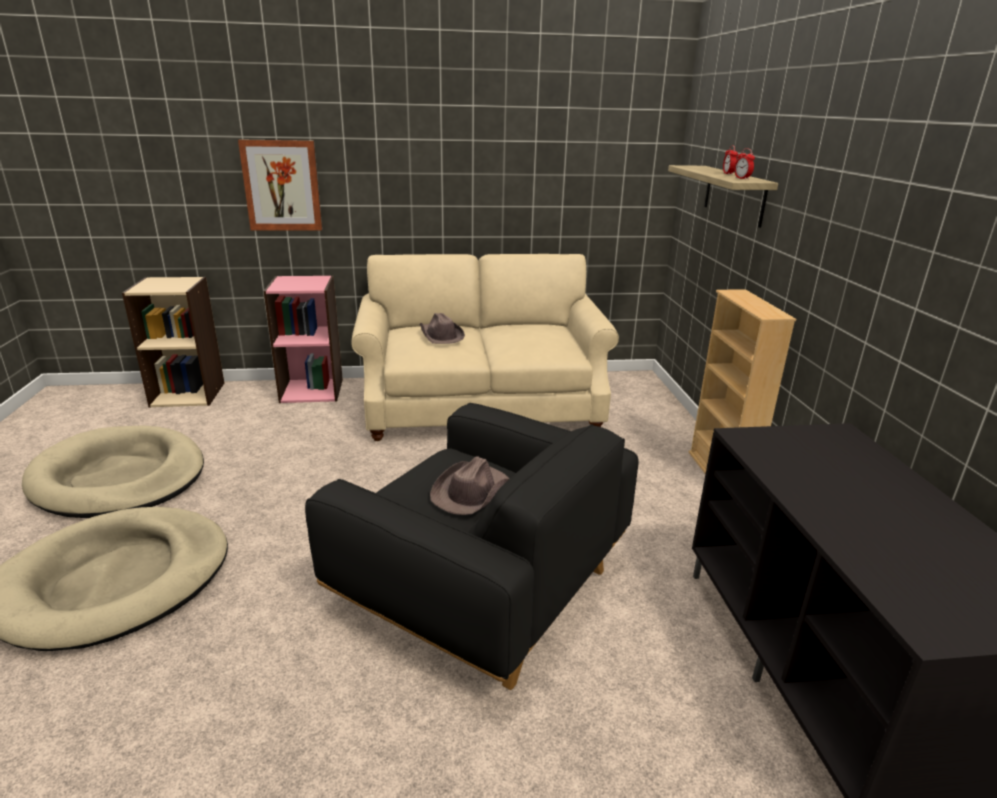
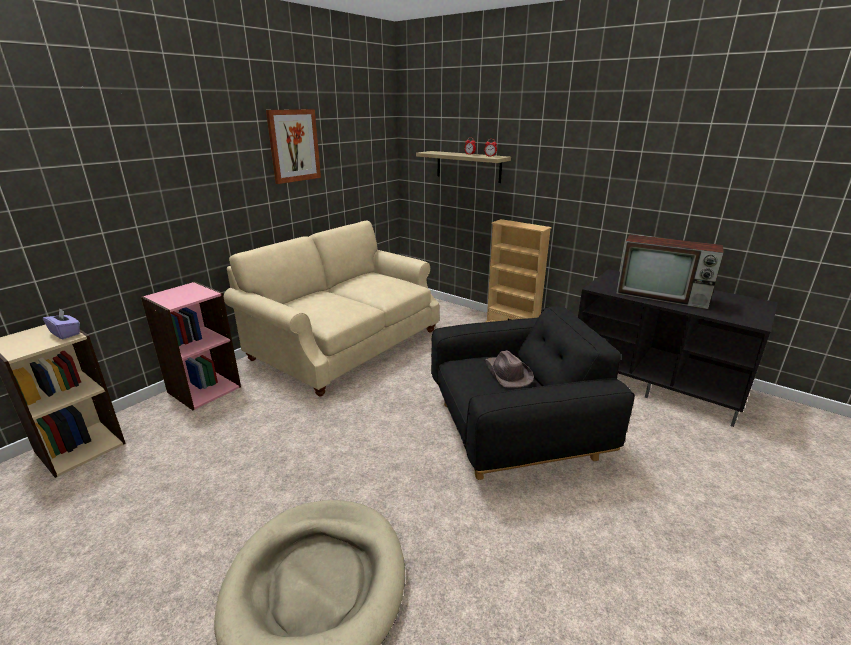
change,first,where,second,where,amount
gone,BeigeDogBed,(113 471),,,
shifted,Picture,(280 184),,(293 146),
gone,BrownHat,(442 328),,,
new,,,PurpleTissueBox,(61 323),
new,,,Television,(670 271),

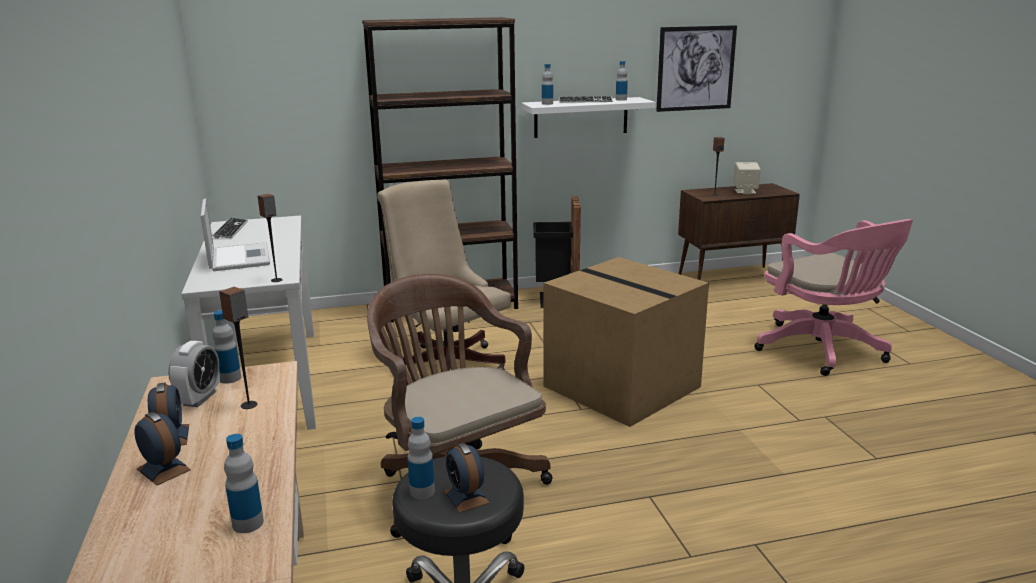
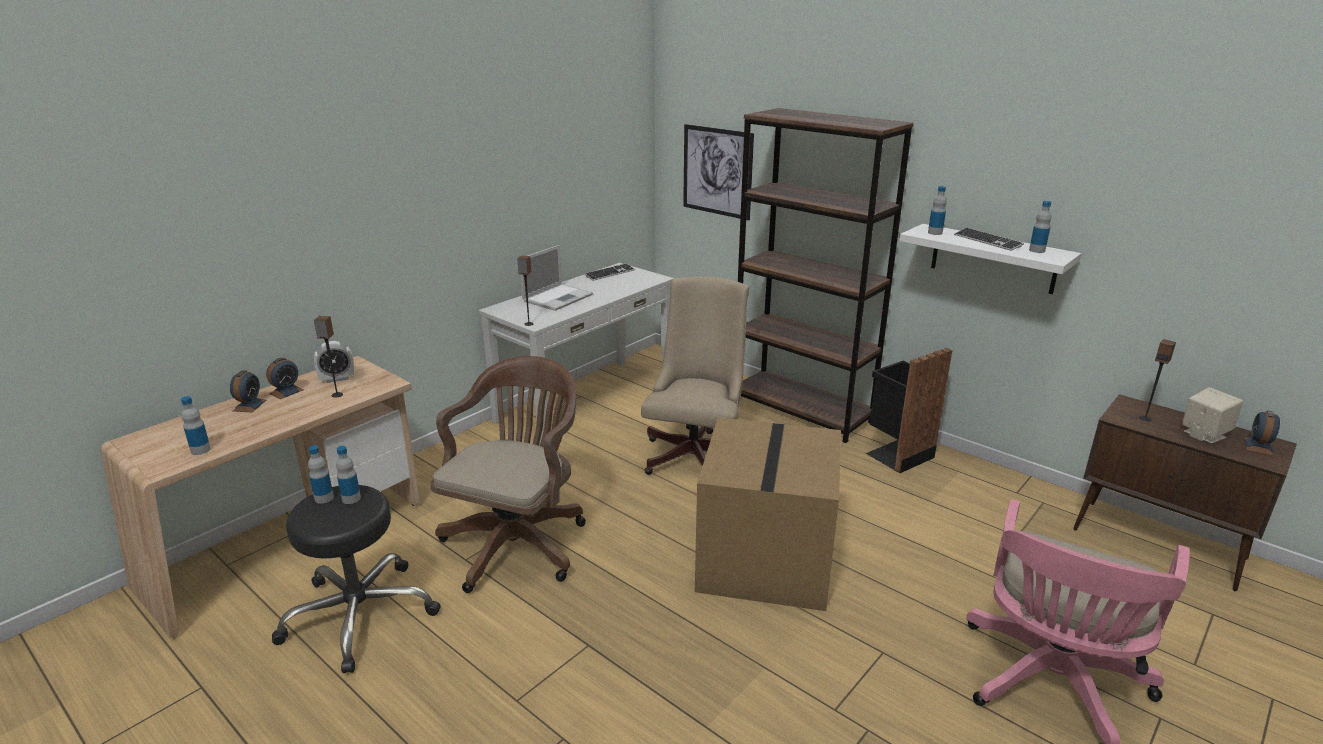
change,first,where,second,where,amount
shifted,Bottle,(226 347),,(348 475),
shifted,AlarmClock,(466 478),,(1262 433),
shifted,Picture,(696 68),,(718 172),

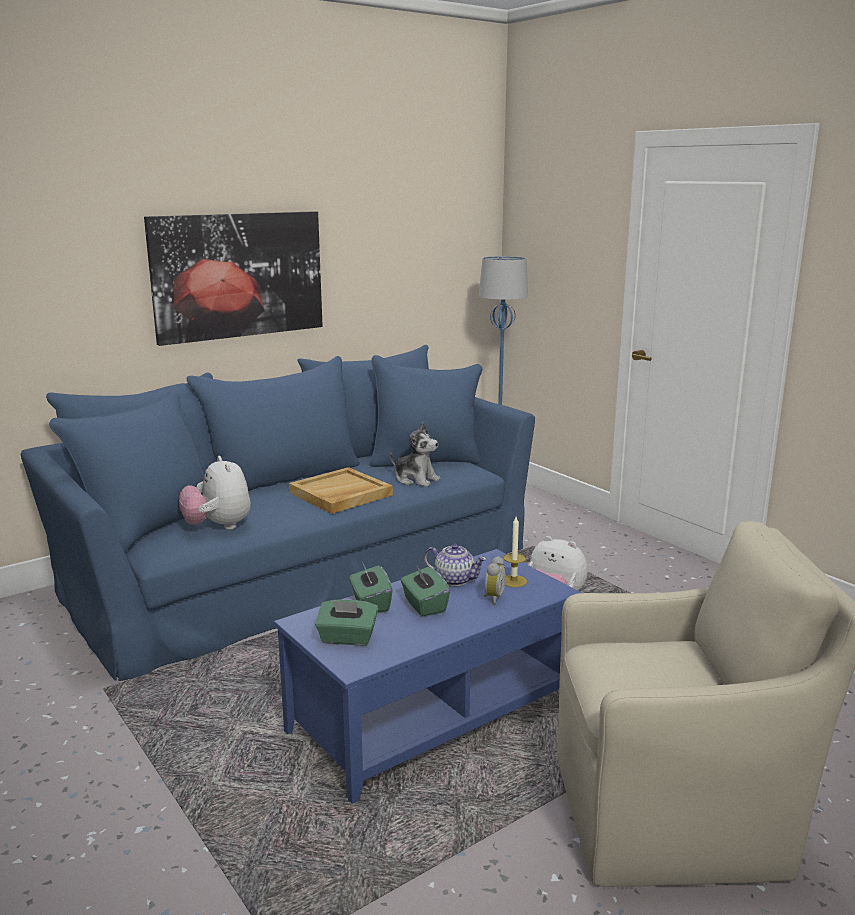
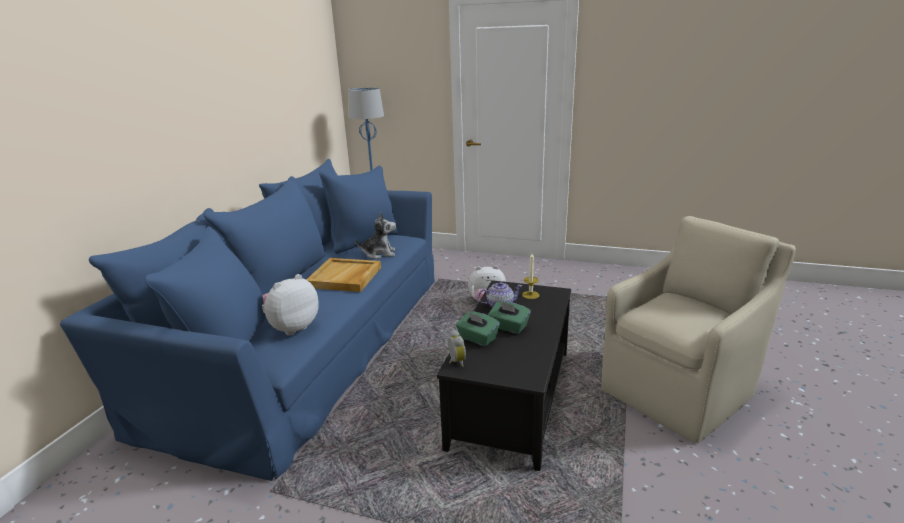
change,first,where,second,where,amount
gone,Picture,(233 278),,,
rotated,PlushToy,(215 493),,(290 305),105 degrees clockwise
repainted,BlueCoffeeTable,(427 676),BlackCoffeeTable,(504 375),
gone,GreenTissueBox,(346 622),,,
shifted,AlarmClock,(495 580),,(457 348),

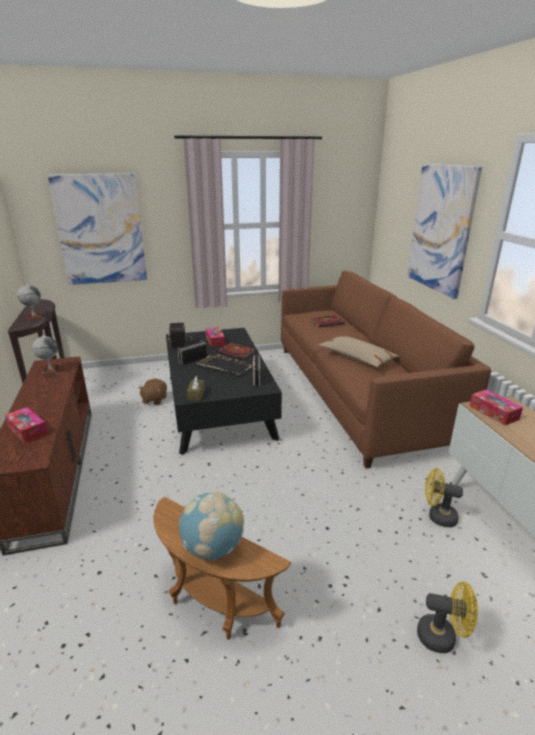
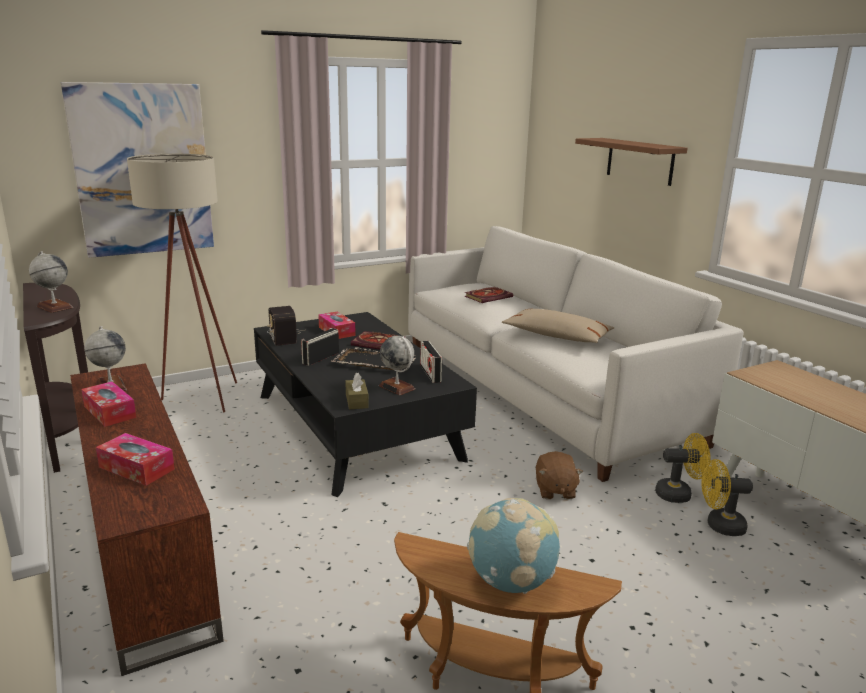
change,first,where,second,where,amount
shifted,BrownPlushToy,(152 392),,(559 475),
repainted,BrownSofa,(386 369),WhiteSofa,(576 354),
swapped,Picture,(444 231),BrownShelf,(631 162),
shifted,YellowFan,(447 617),,(682 468),
shifted,TissueBox,(496 407),,(108 404),
new,,,BeigeFloorLamp,(182 283),
new,,,Globe,(397 365),

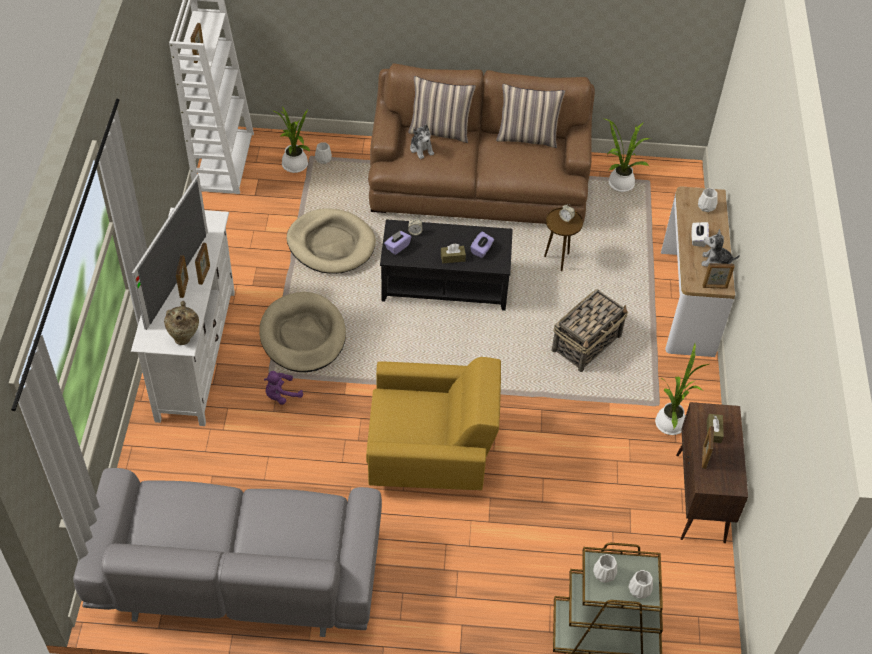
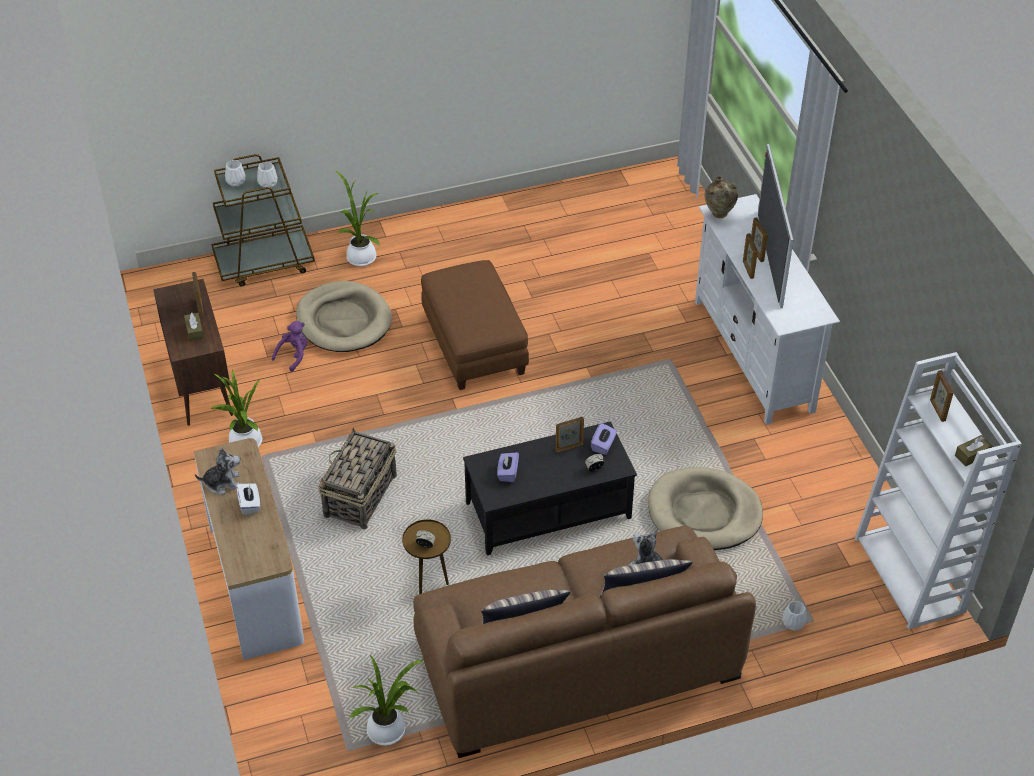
change,first,where,second,where,amount
gone,GreySofa,(227 552),,,
shifted,BeigeDogBed,(302 332),,(344 316),
shifted,PurplePlushToy,(283 388),,(289 346),
shifted,PottedPlant,(291 139),,(358 218),
swapped,YellowArmchair,(433 423),BrownOttoman,(475 325),
shifted,BrownTissueBox,(453 253),,(974 450),
gone,WhiteVase,(708 200),,,
shifted,PictureFrame,(718 276),,(570 434),

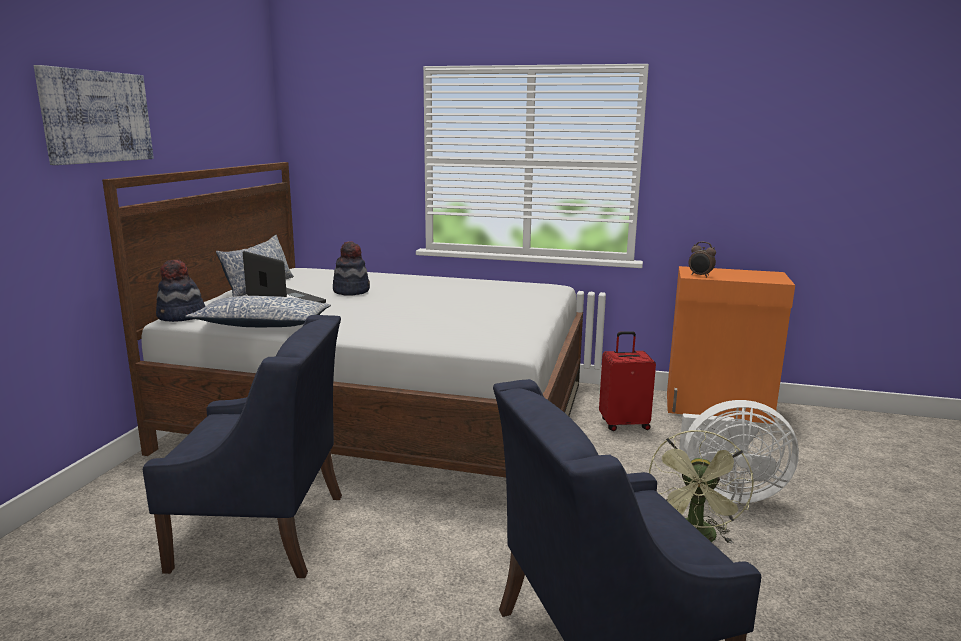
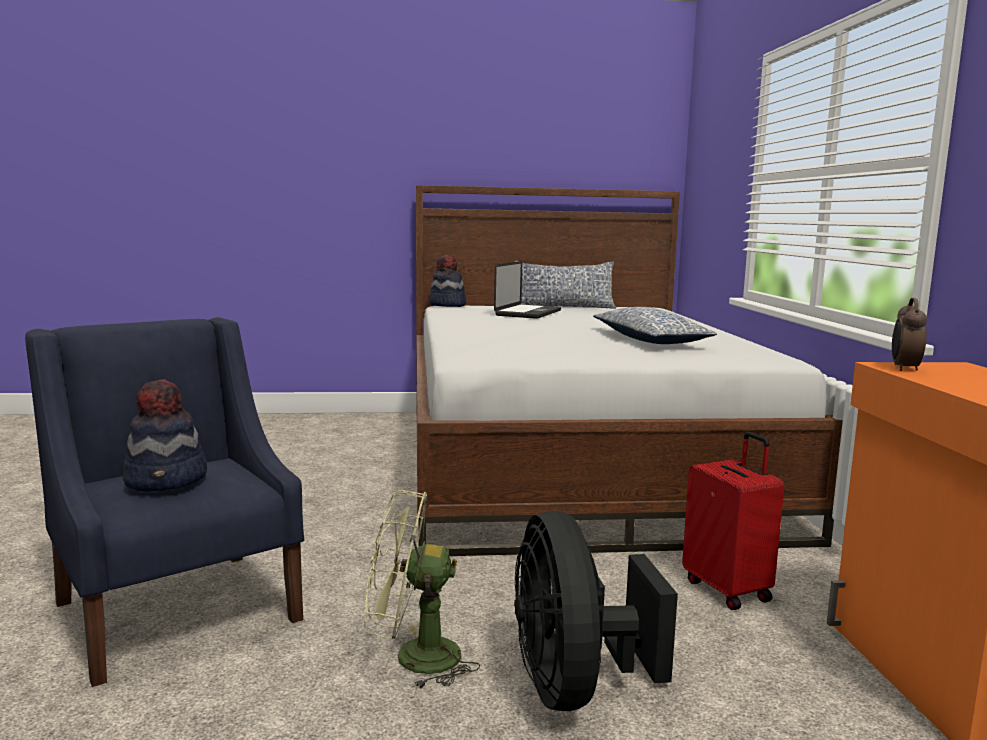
change,first,where,second,where,amount
gone,Picture,(94 115),,,
gone,BlueArmchair,(242 446),,,
shifted,Pillow,(258 311),,(655 325),
shifted,Hat,(351 268),,(165 435),
repainted,WhiteFan,(739 451),BlackFan,(596 611),

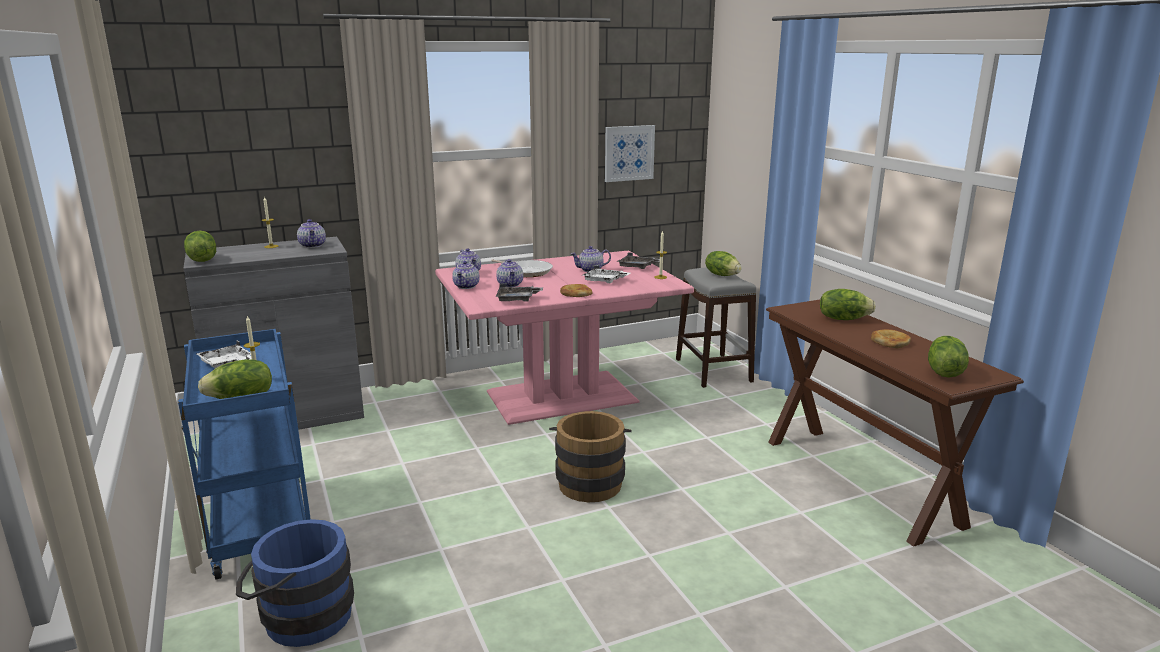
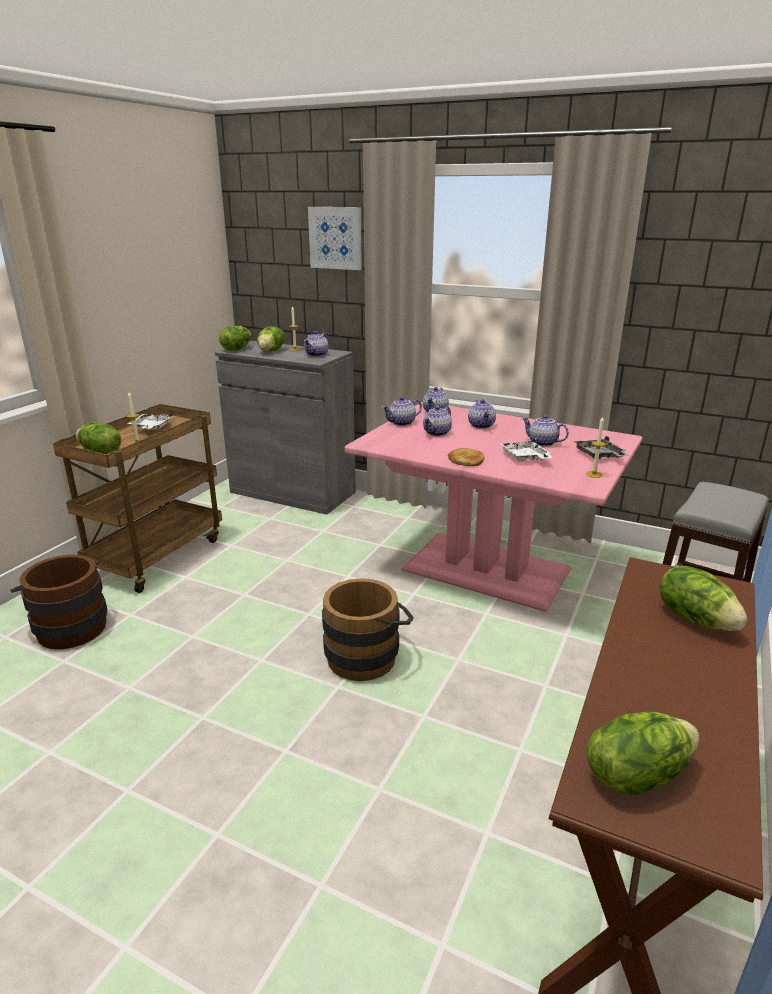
change,first,where,second,where,amount
repainted,BlueCart,(244 454),BrownCart,(137 498),
repainted,BlueBucket,(295 583),BrownBucket,(58 602),
swapped,FryingPan,(522 268),Teapot,(482 414),
gone,GreyTray,(519 293),,,
shifted,Picture,(630 153),,(335 238),
shifted,Lettuce,(723 263),,(271 339),
gone,Bread,(891 338),,,

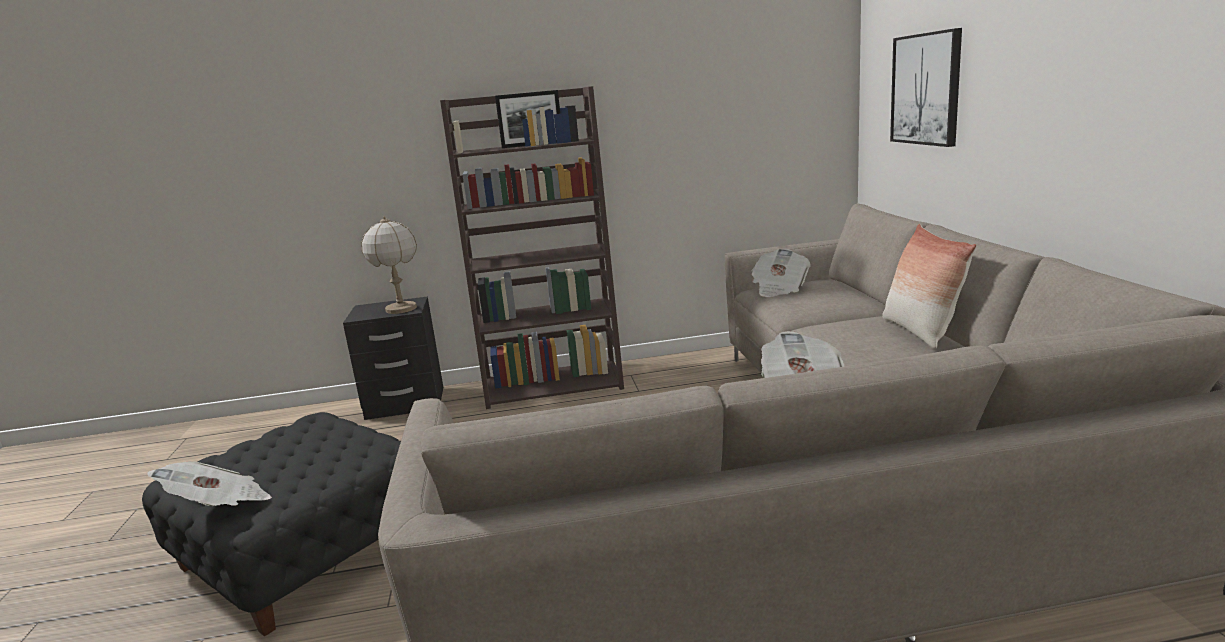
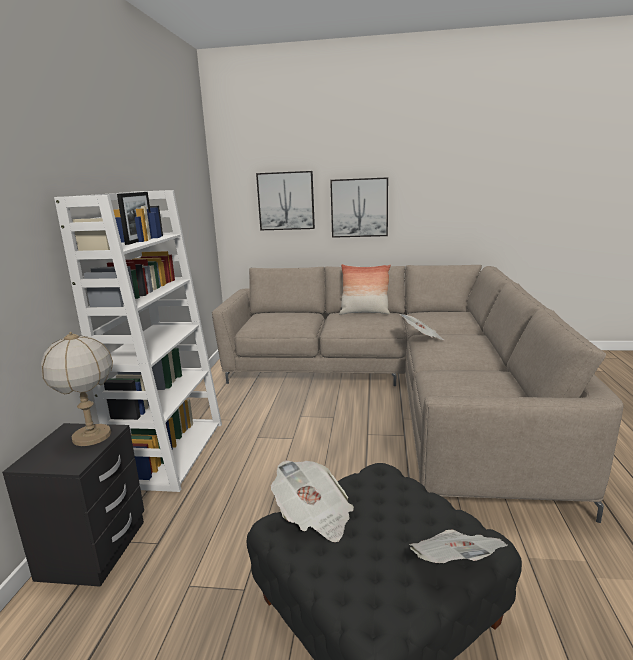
change,first,where,second,where,amount
repainted,BrownBookcase,(532 247),WhiteBookcase,(138 341),
shifted,Newspaper,(781 272),,(312 501),
new,,,Picture,(359 207),

